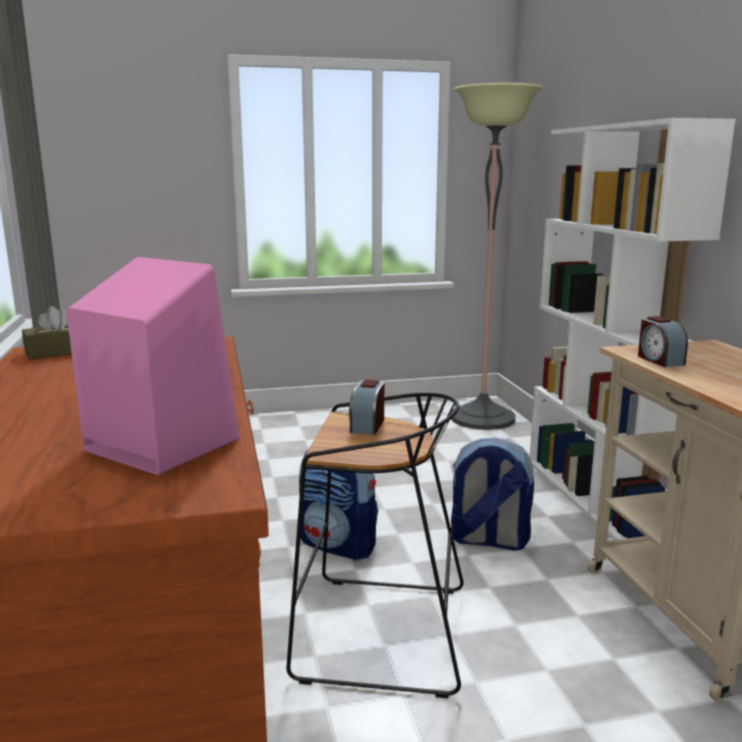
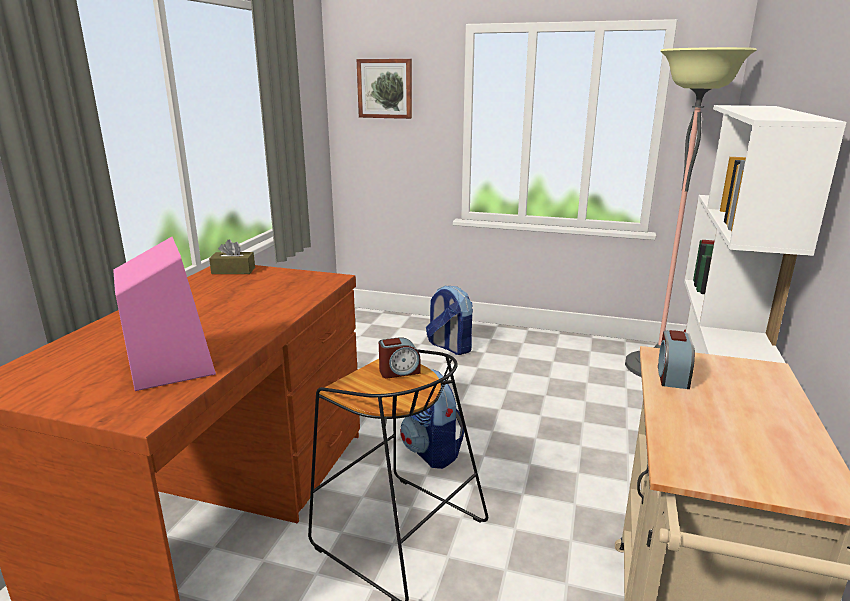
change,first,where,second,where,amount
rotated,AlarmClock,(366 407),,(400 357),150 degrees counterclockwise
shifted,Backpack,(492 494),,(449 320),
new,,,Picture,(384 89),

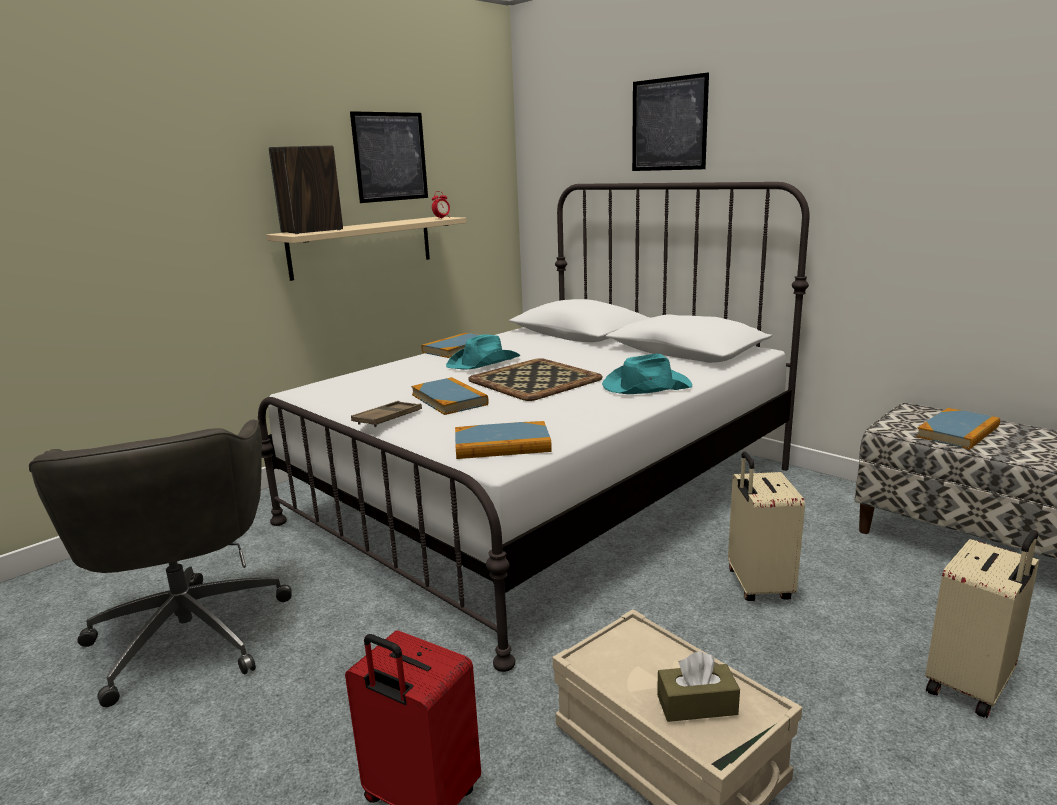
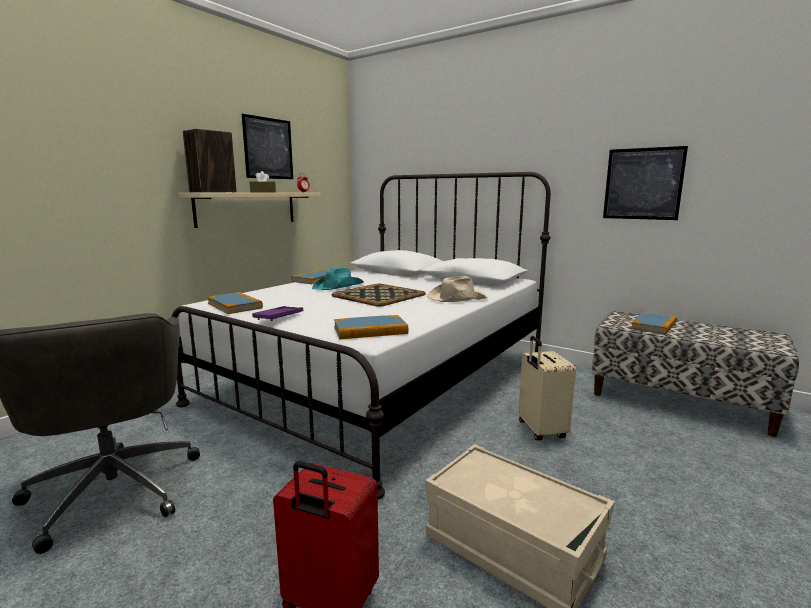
change,first,where,second,where,amount
repainted,BrownTray,(386 414),PurpleTray,(277 313),
shifted,Book,(450 396),,(235 303),
repainted,TurquoiseHat,(647 373),BeigeHat,(457 289),
shifted,Picture,(670 122),,(645 183),
shifted,BrownTissueBox,(698 686),,(263 182),
gone,BeigeSuitcase,(982 624),,,

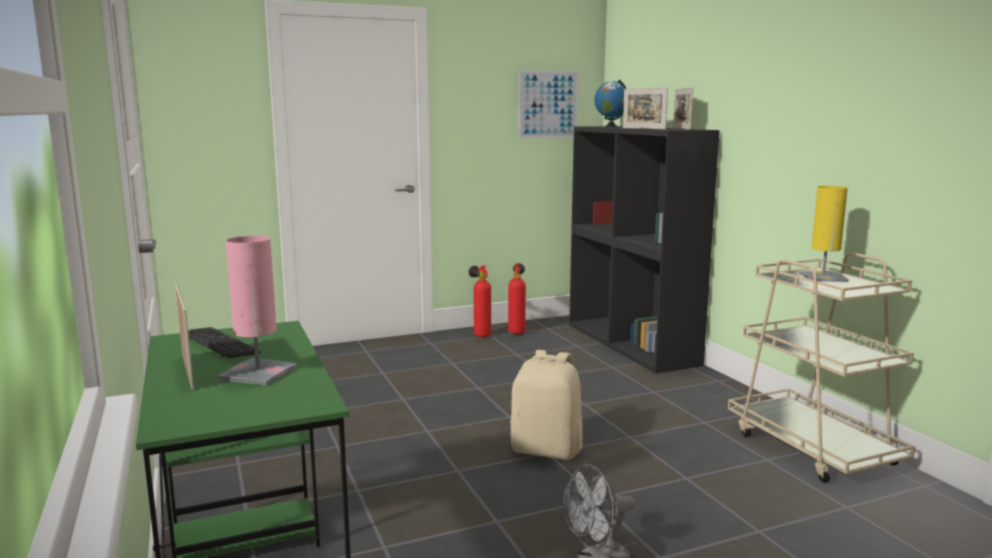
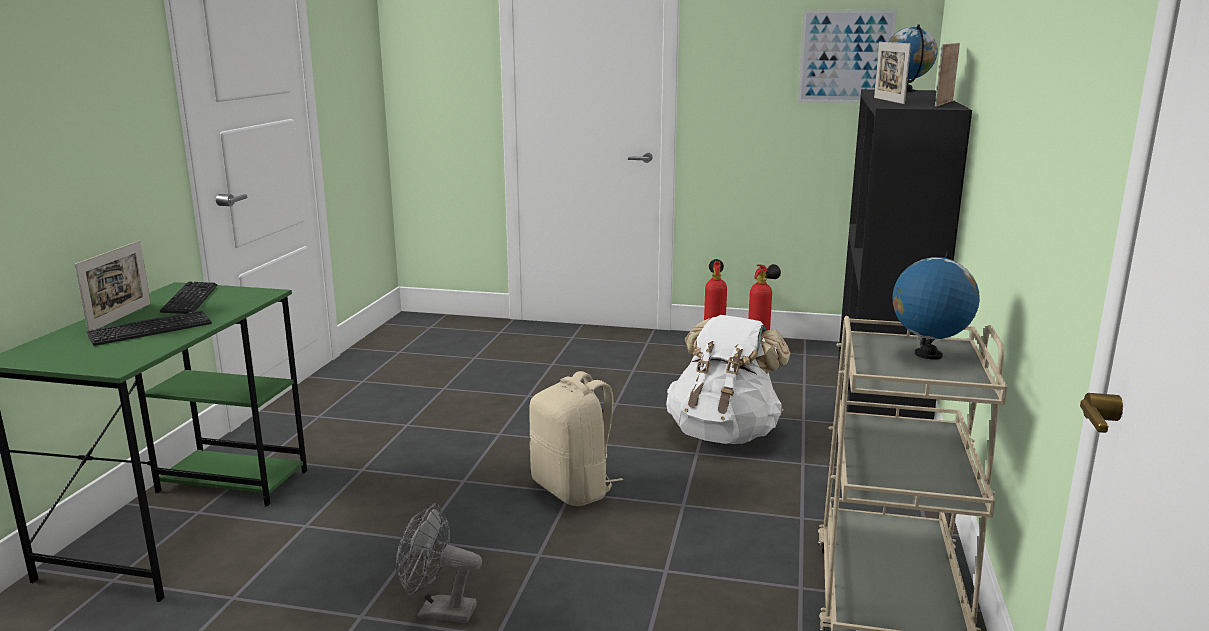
change,first,where,second,where,amount
swapped,PinkTableLamp,(257 311),Keyboard,(149 328),
swapped,YellowTableLamp,(824 234),Globe,(936 306),
new,,,WhiteBackpack,(728 379),

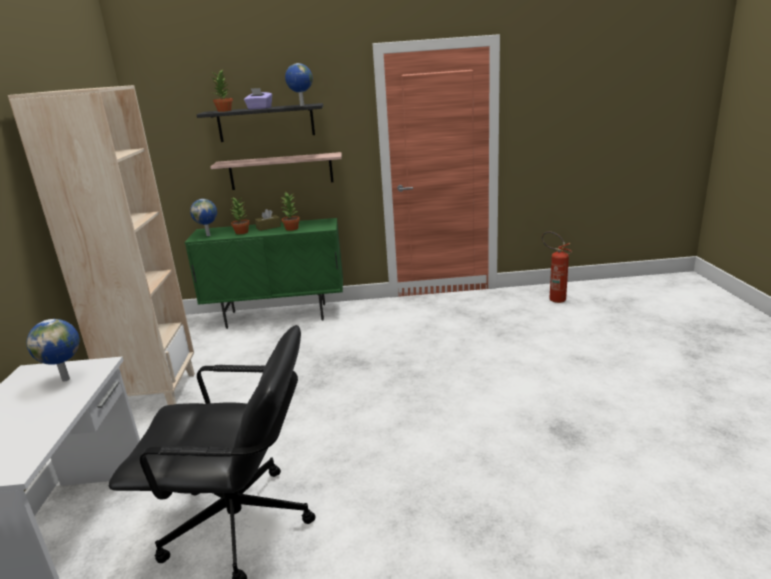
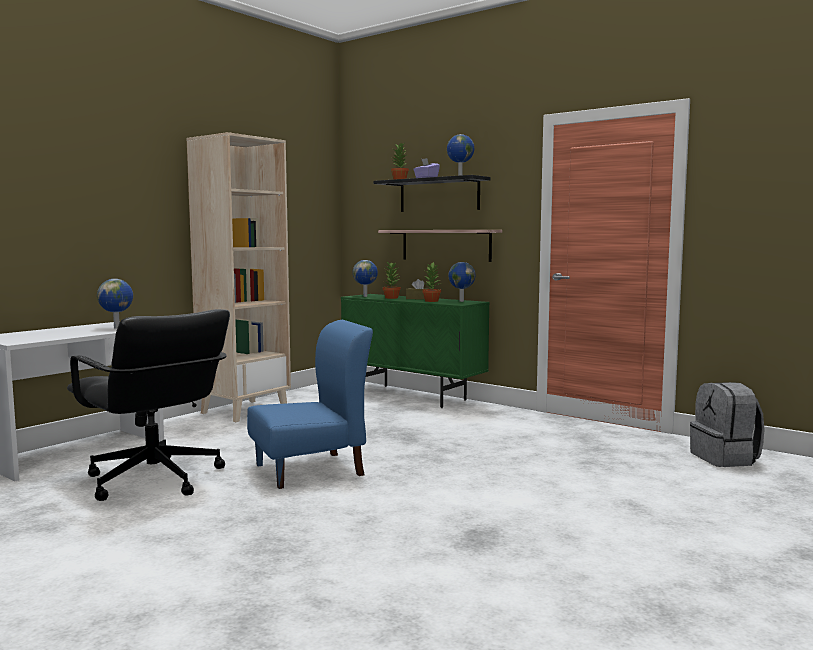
change,first,where,second,where,amount
swapped,FireExtinguisher,(557 267),GreyBackpack,(727 424),
new,,,BlueChair,(310 404),
new,,,Globe,(461 282),

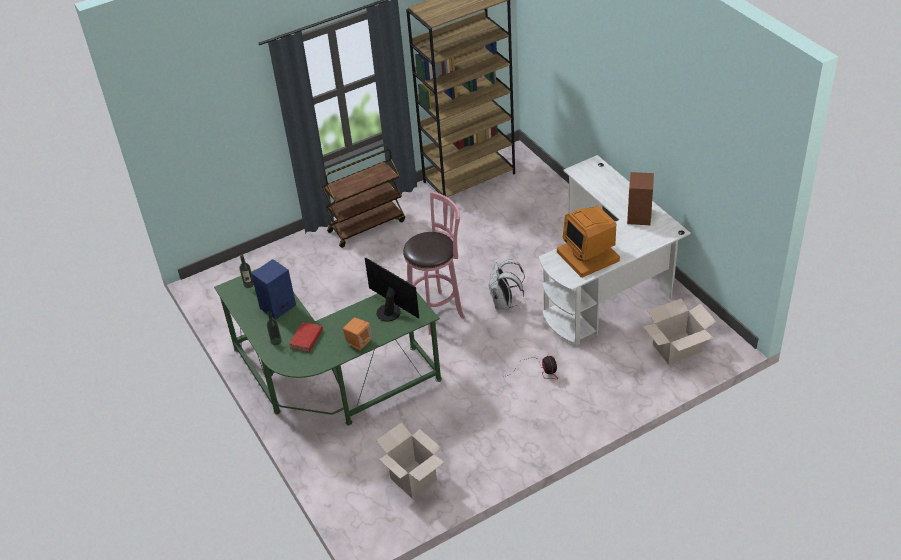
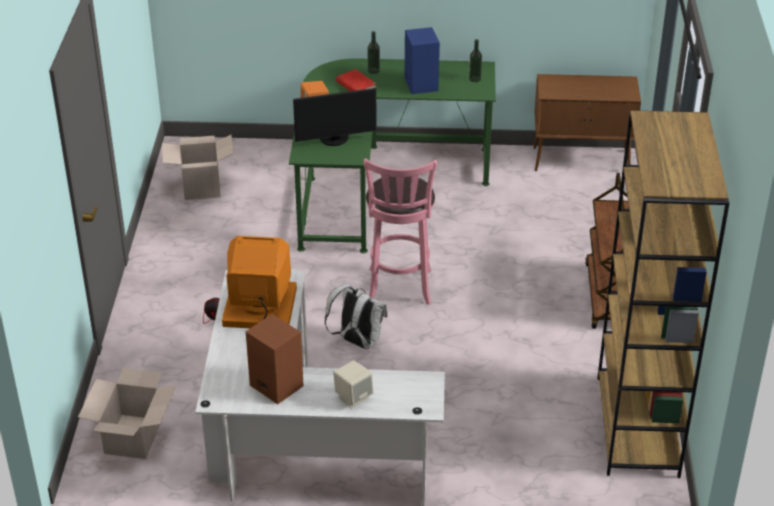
change,first,where,second,where,amount
new,,,BeigeSpeaker,(353 384),
new,,,BrownCabinet,(587 122),

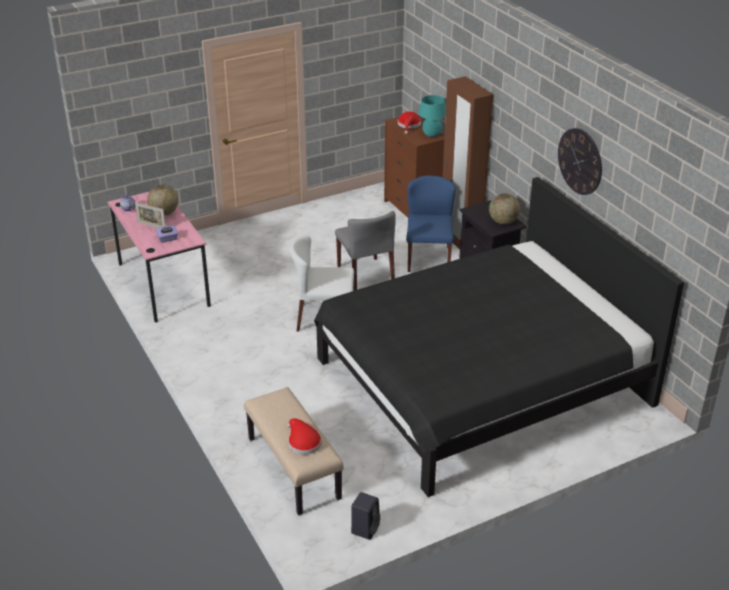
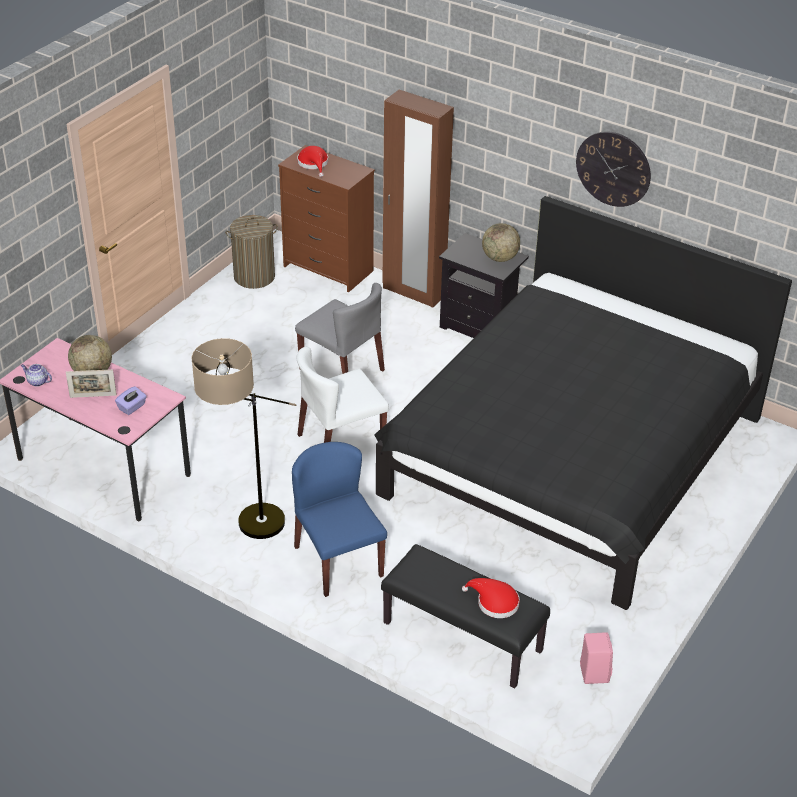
change,first,where,second,where,amount
repainted,BeigeBench,(293 451),BlackBench,(465 616),
repainted,BlackSpeaker,(365 516),PinkSpeaker,(596 658),
shifted,BlueChair,(431 223),,(339 519),
gone,TurquoiseTableLamp,(432 116),,,
new,,,FloorLamp,(244 438),
new,,,LaundryBasket,(251 252),

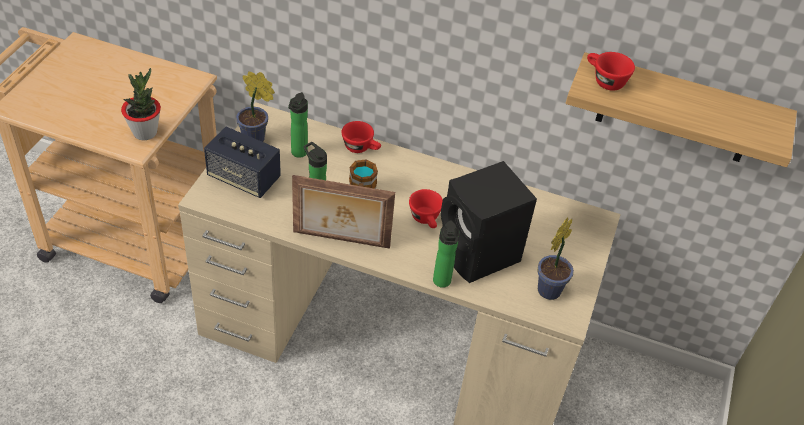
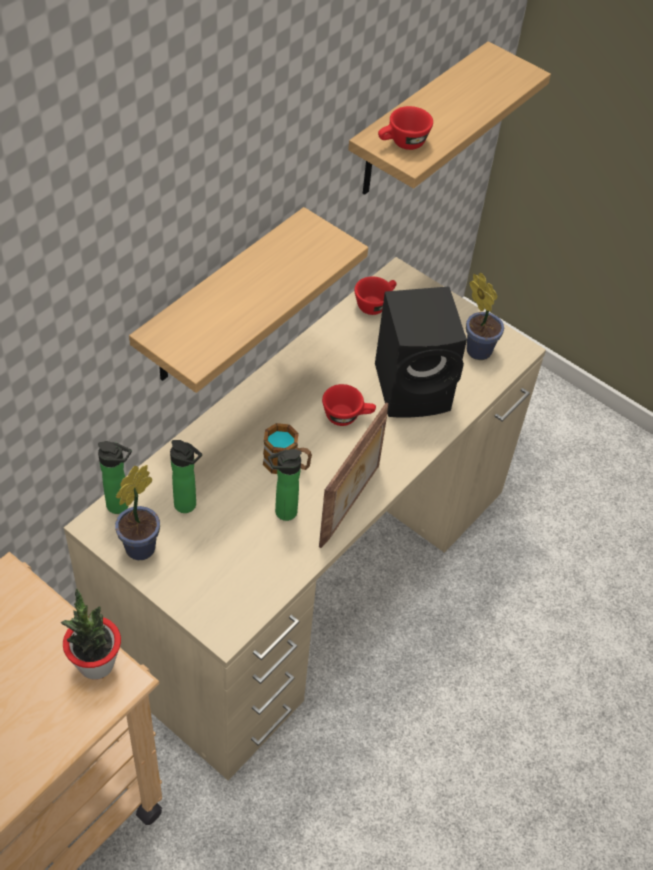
change,first,where,second,where,amount
gone,Speaker,(242 162),,,
shifted,RedCup,(361 137),,(375 295),
shifted,Bottle,(446 254),,(115 477),
new,,,Shelf,(248 300),

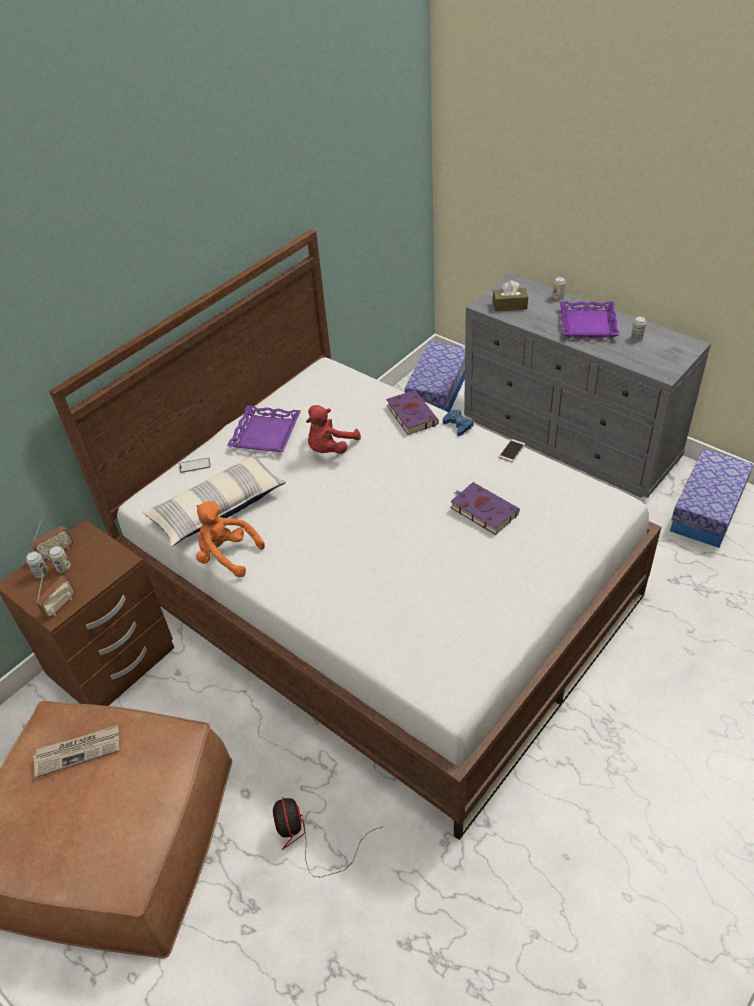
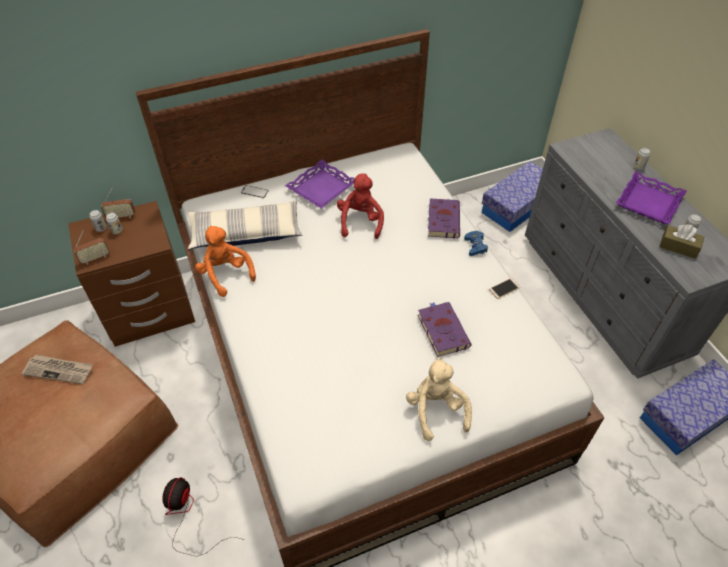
change,first,where,second,where,amount
rotated,RedPlushToy,(333 429),,(360 206),120 degrees clockwise
shifted,BrownTissueBox,(510 295),,(681 241),
new,,,BeigePlushToy,(439 399),

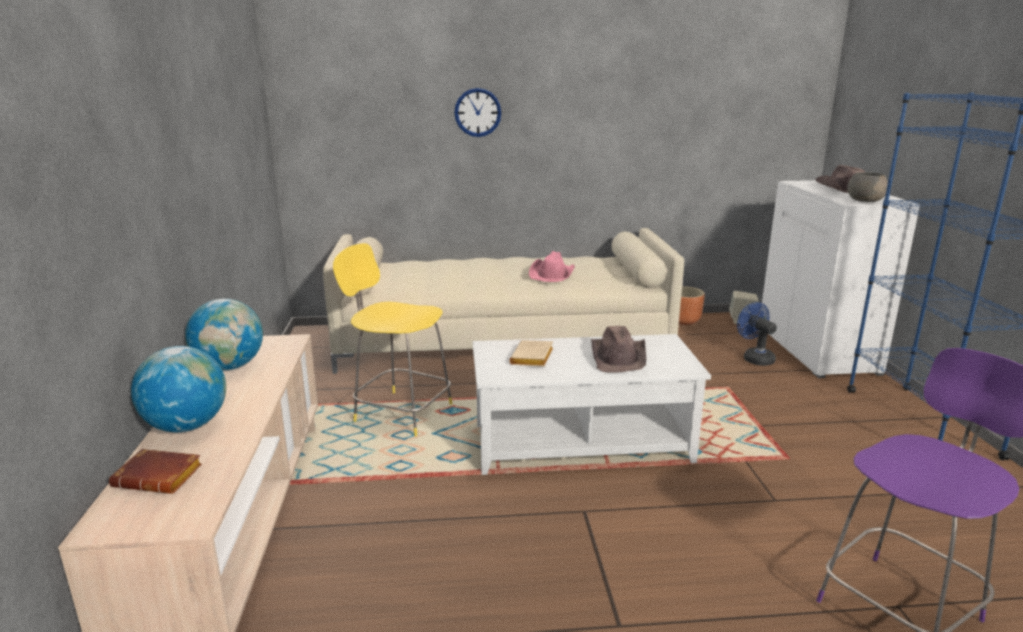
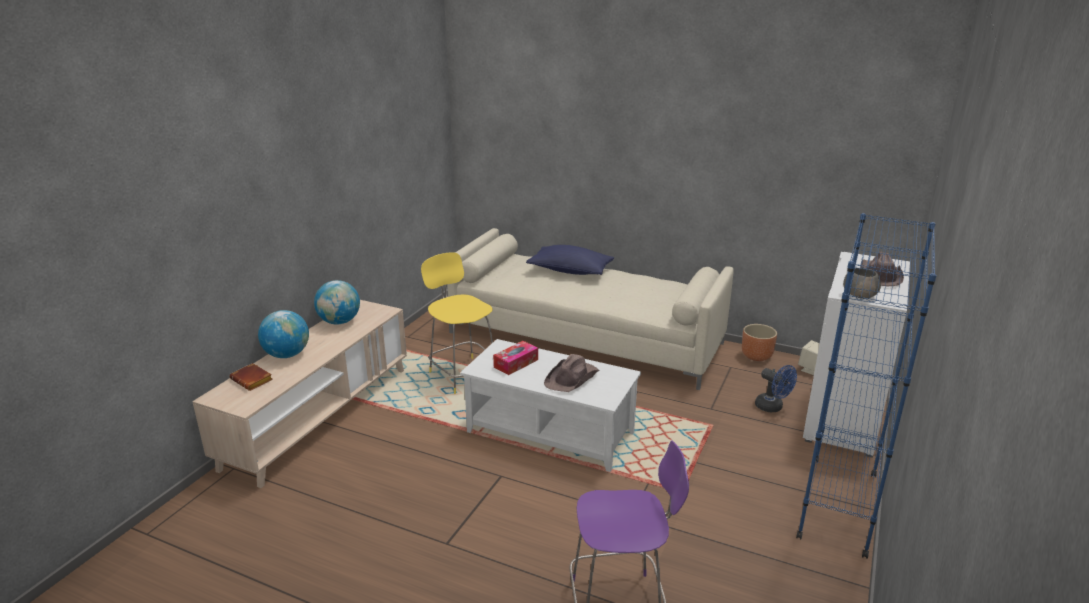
change,first,where,second,where,amount
gone,WallClock,(477 112),,,
swapped,BeigeBook,(531 353),TissueBox,(515 358),
gone,PinkHat,(552 266),,,
rotated,BlueFan,(757 334),,(776 388),135 degrees clockwise
new,,,BluePillow,(570 260),

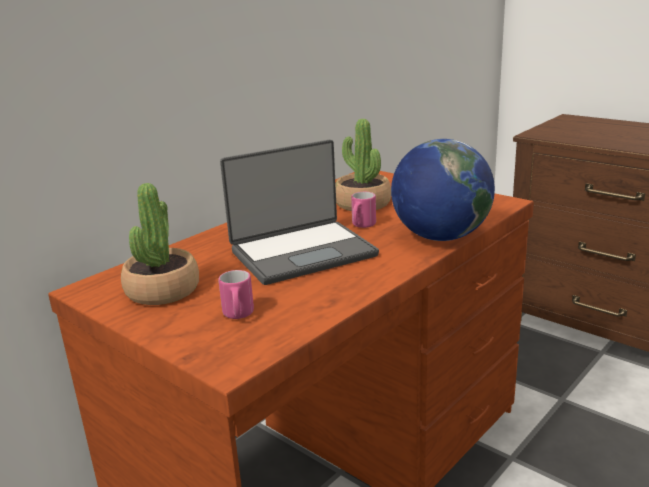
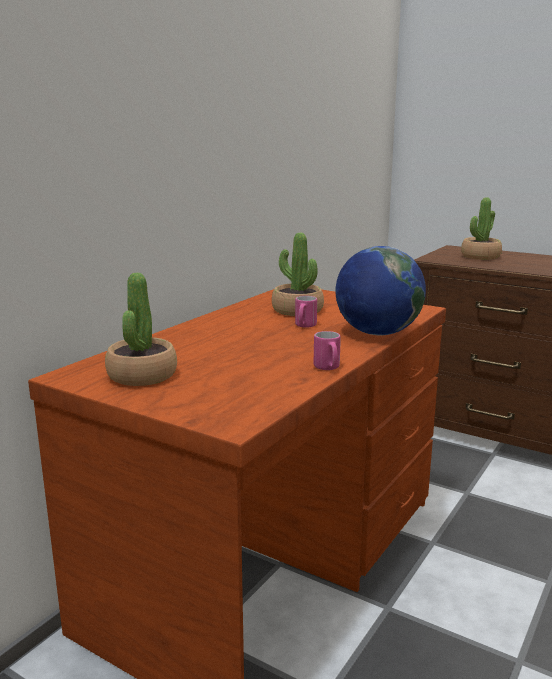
change,first,where,second,where,amount
shifted,PinkMug,(236 294),,(327 350),
gone,Laptop,(299 212),,,
new,,,PottedPlant,(481 228),

